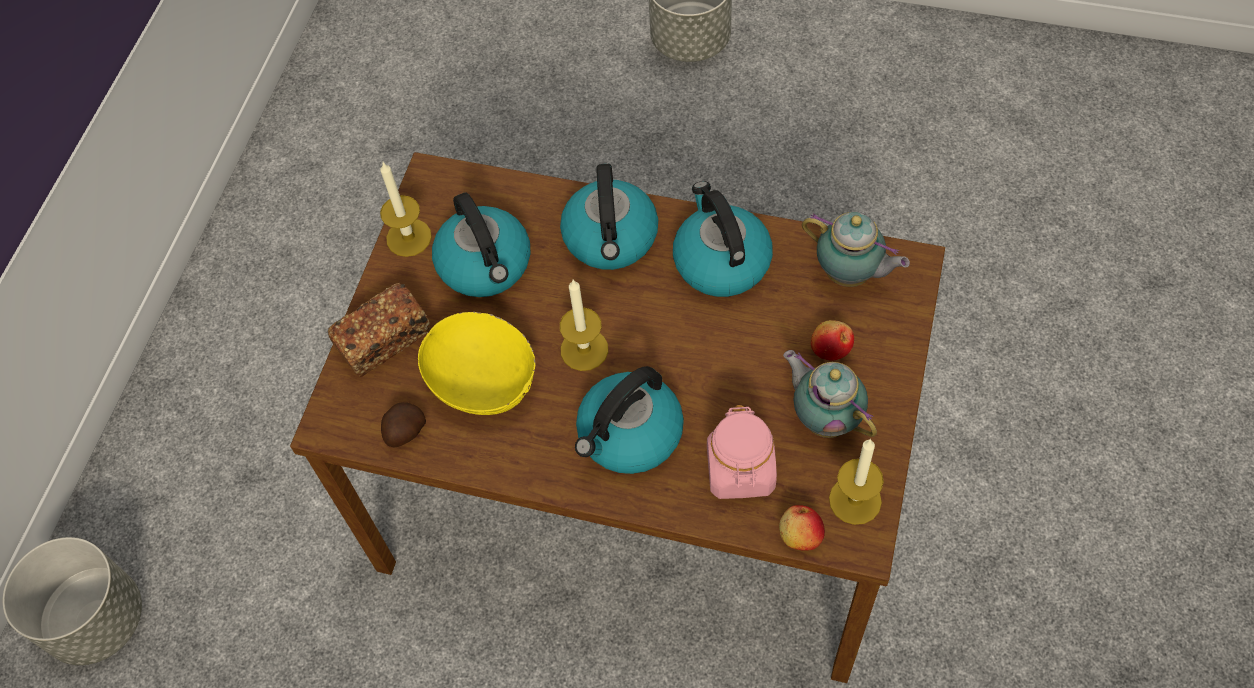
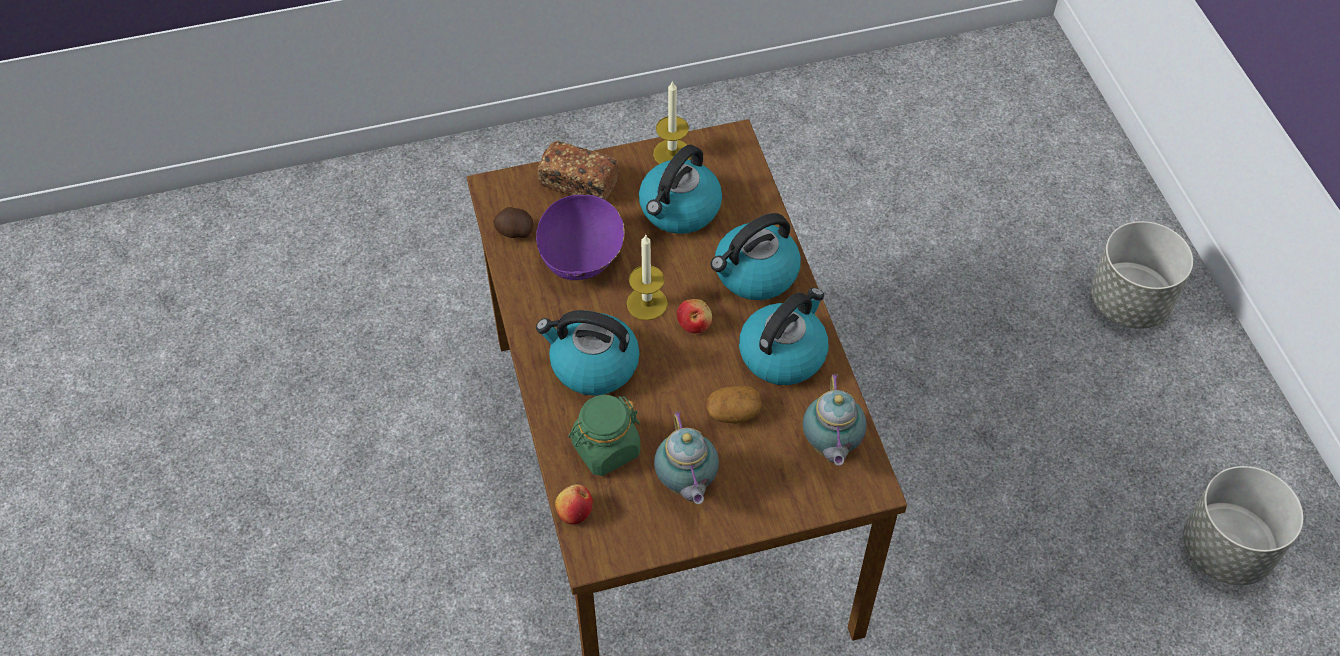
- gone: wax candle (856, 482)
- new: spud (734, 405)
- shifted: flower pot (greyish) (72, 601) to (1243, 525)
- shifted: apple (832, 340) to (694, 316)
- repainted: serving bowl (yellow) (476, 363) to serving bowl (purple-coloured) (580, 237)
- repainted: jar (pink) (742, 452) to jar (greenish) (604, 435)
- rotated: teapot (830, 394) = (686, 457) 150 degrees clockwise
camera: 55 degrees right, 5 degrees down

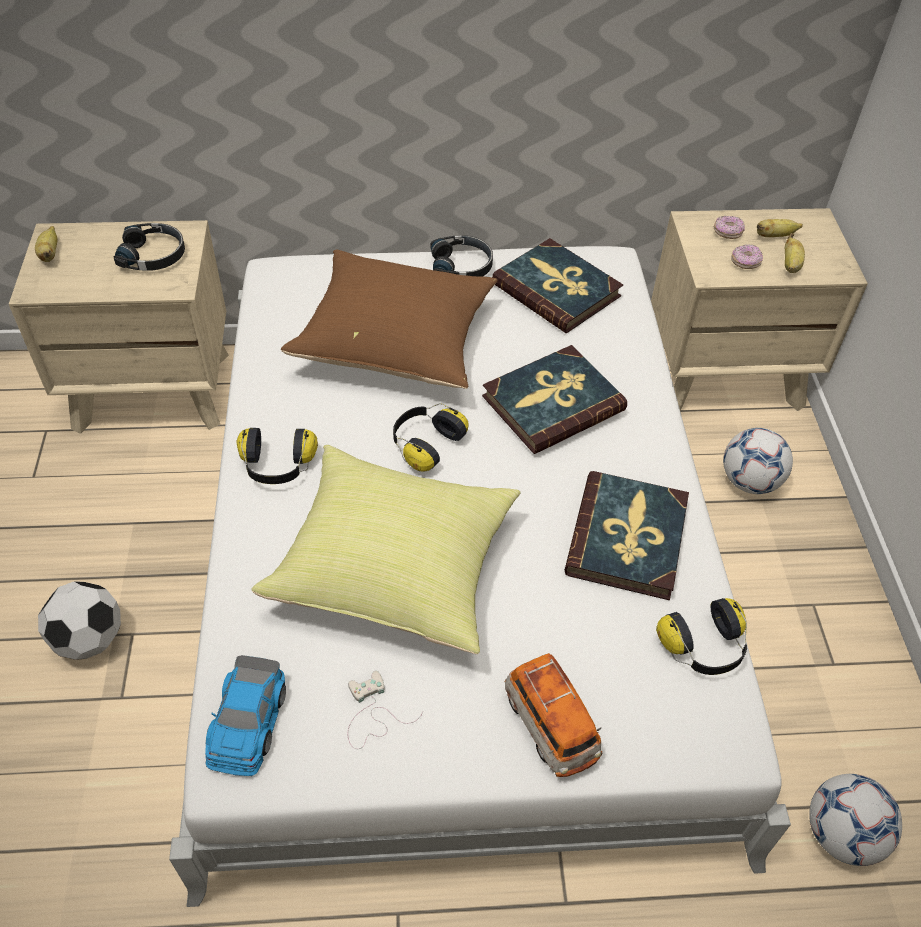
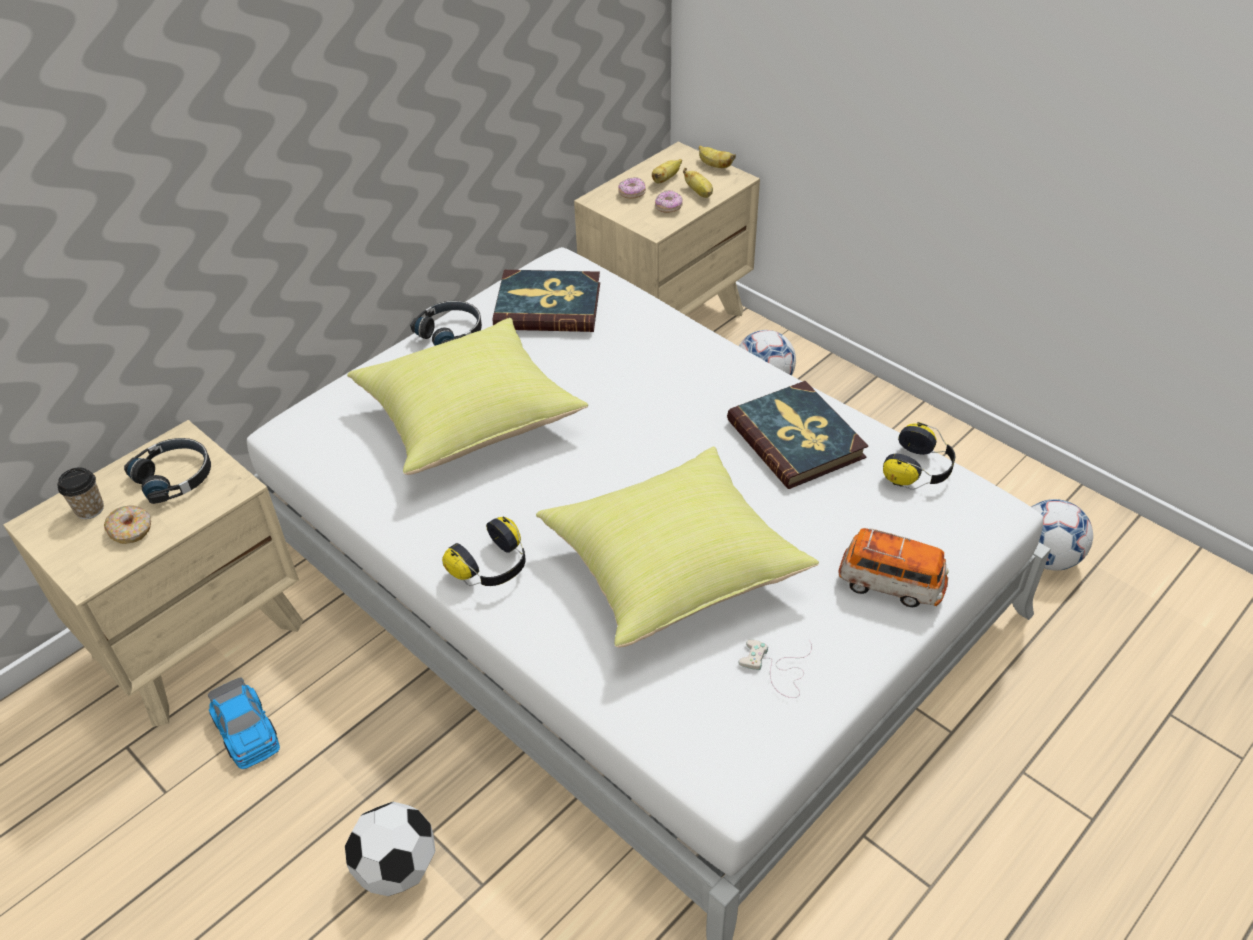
- gone: pair of headphones (430, 437)
- gone: bound book (554, 399)
- new: small cup (80, 493)
- new: doughnut (127, 524)
- shifted: banana (46, 244) to (717, 156)
- shifted: miniature car (245, 715) to (244, 723)
- repainted: pillow (brownish) (389, 319) to pillow (yellow) (467, 396)
camera: 40 degrees left, 5 degrees down

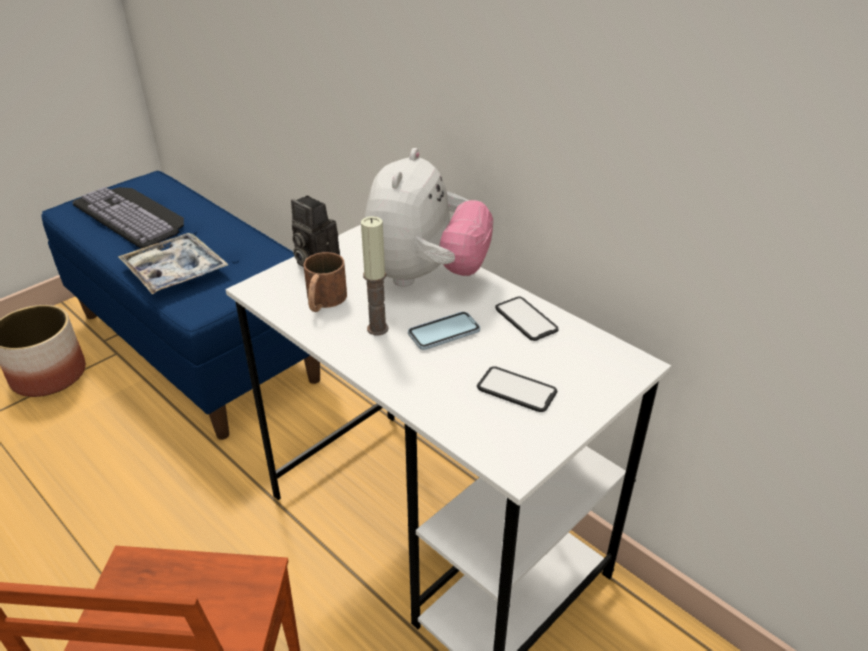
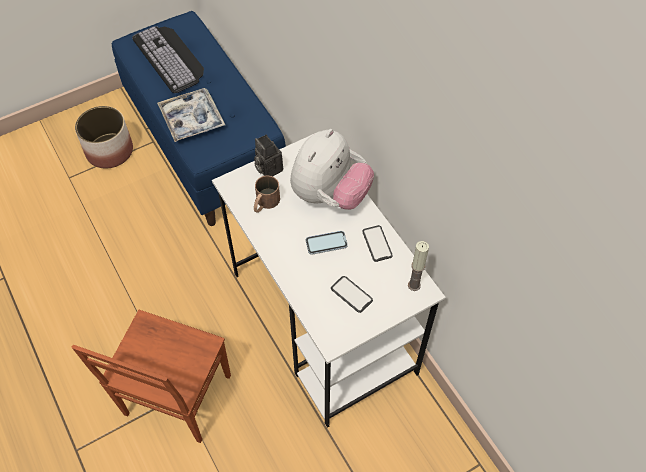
- shifted: wax candle (375, 275) to (418, 266)
camera: 15 degrees right, 20 degrees up

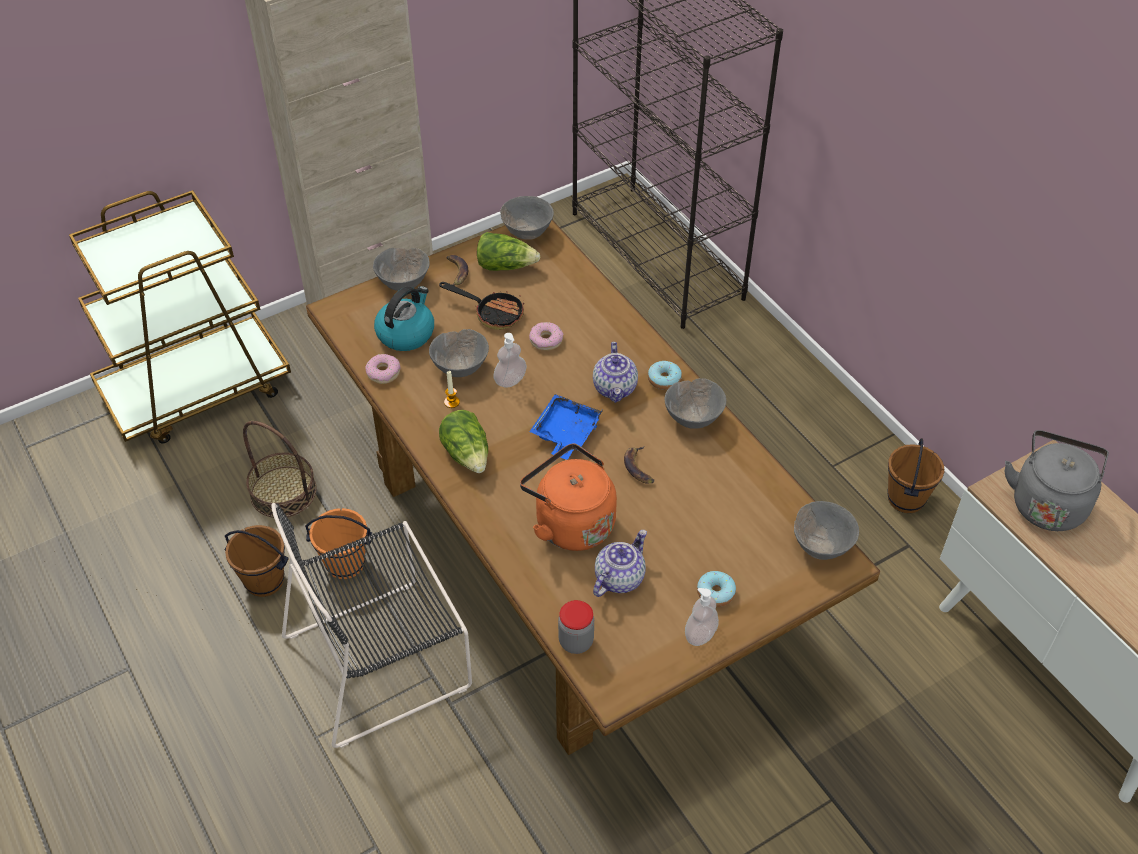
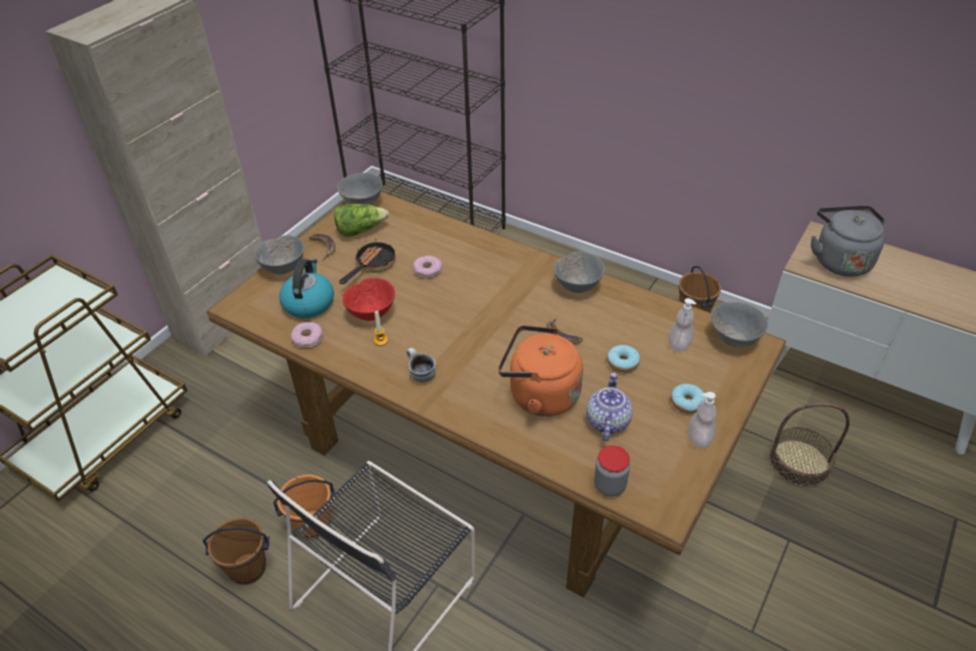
- gone: carrying tray (blue) (566, 427)
- gone: teapot (615, 372)
- shifted: household basket (280, 469) to (809, 445)
- shifted: soap dispenser (510, 360) to (682, 325)
- shifted: doughnut (665, 375) to (623, 359)
- swapped: lettuce (463, 441) to mug (421, 365)
- repainted: serving bowl (greyish) (459, 353) to serving bowl (red) (368, 299)
- rotated: pan (481, 306) = (367, 261) 60 degrees counterclockwise
camera: 25 degrees left, 5 degrees down

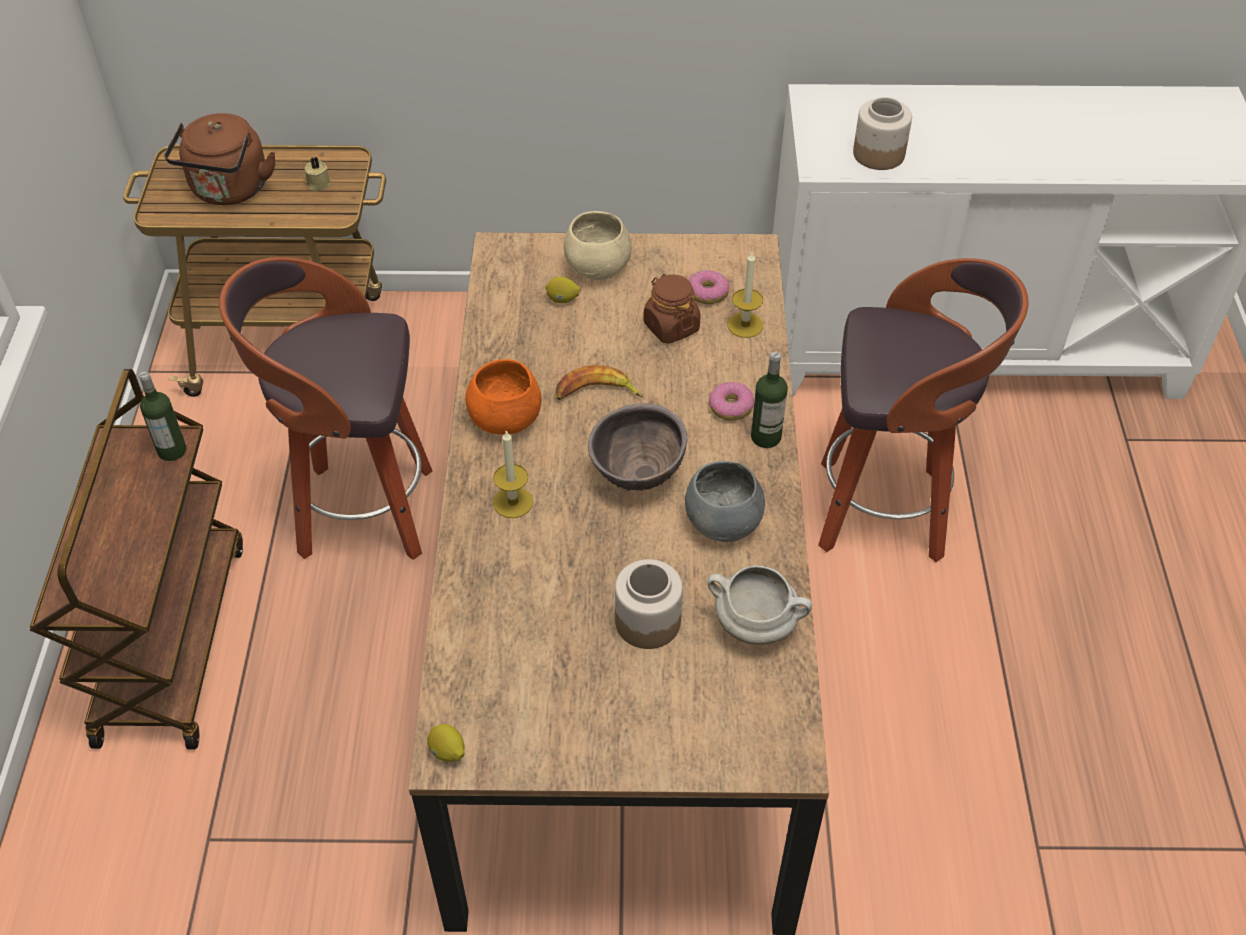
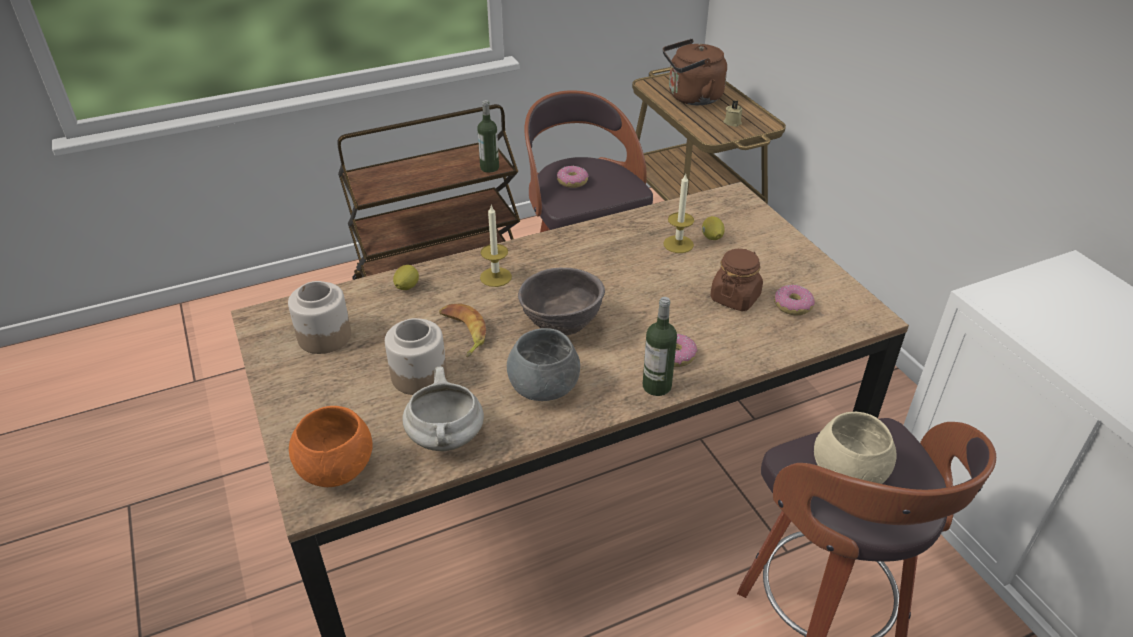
- new: doughnut (573, 177)
- shifted: citrus fruit (446, 743) to (406, 277)
- shifted: serving bowl (orange) (503, 397) to (331, 446)
- shifted: banana (599, 382) to (462, 330)
- shifted: serving bowl (beige) (598, 245) to (855, 448)
- shifted: wax candle (745, 295) to (678, 213)
- shifted: jar (882, 133) to (319, 317)
camera: 65 degrees right, 10 degrees down

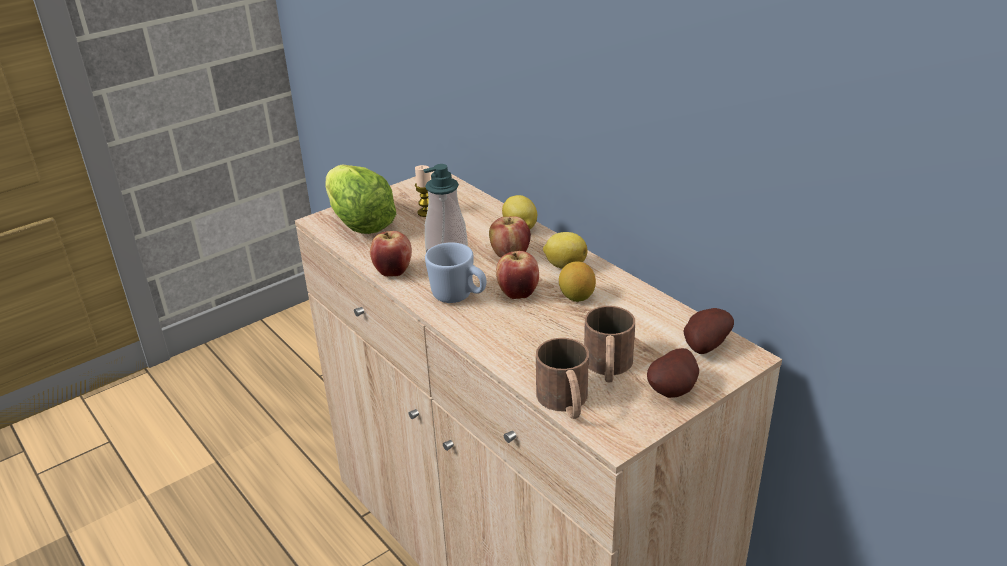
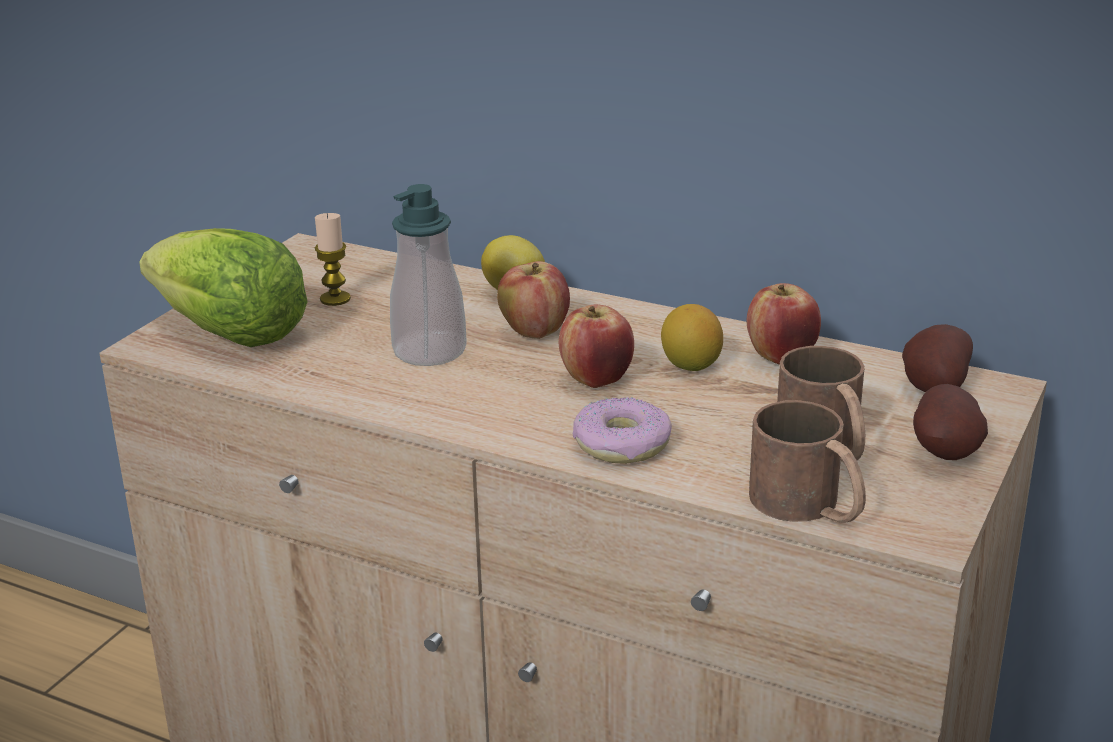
- gone: mug (blue) (455, 273)
- gone: citrus fruit (565, 250)
- new: doughnut (622, 430)
- shifted: apple (391, 254) to (783, 324)
camera: 25 degrees left, 5 degrees down

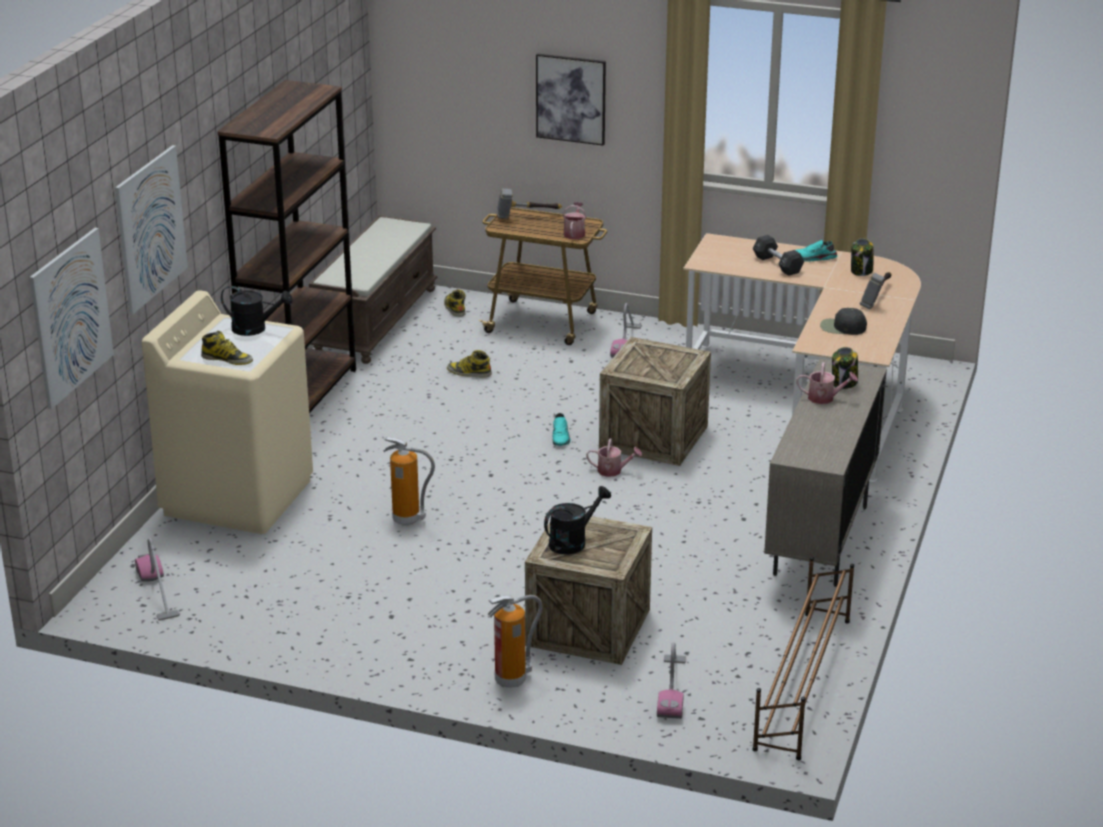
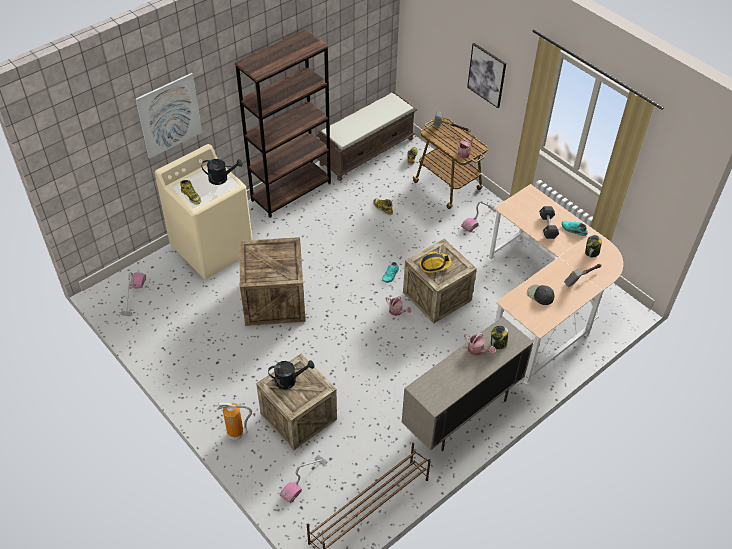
- gone: wall art (72, 318)
- new: safety helmet (436, 262)
- swapped: fire extinguisher (409, 481) to packing crate (272, 281)
- rotated: watering can (blackish) (257, 311) = (222, 172) 45 degrees counterclockwise
camera: 30 degrees right, 20 degrees up

